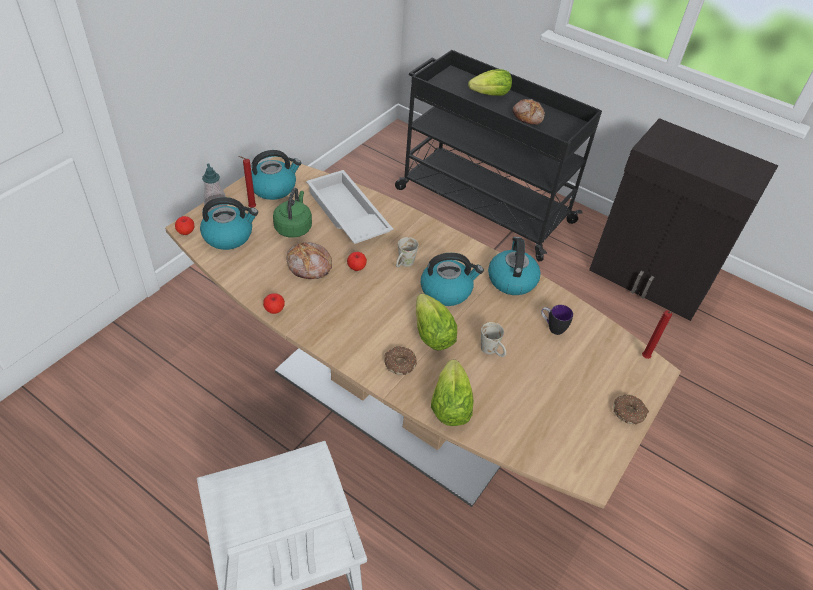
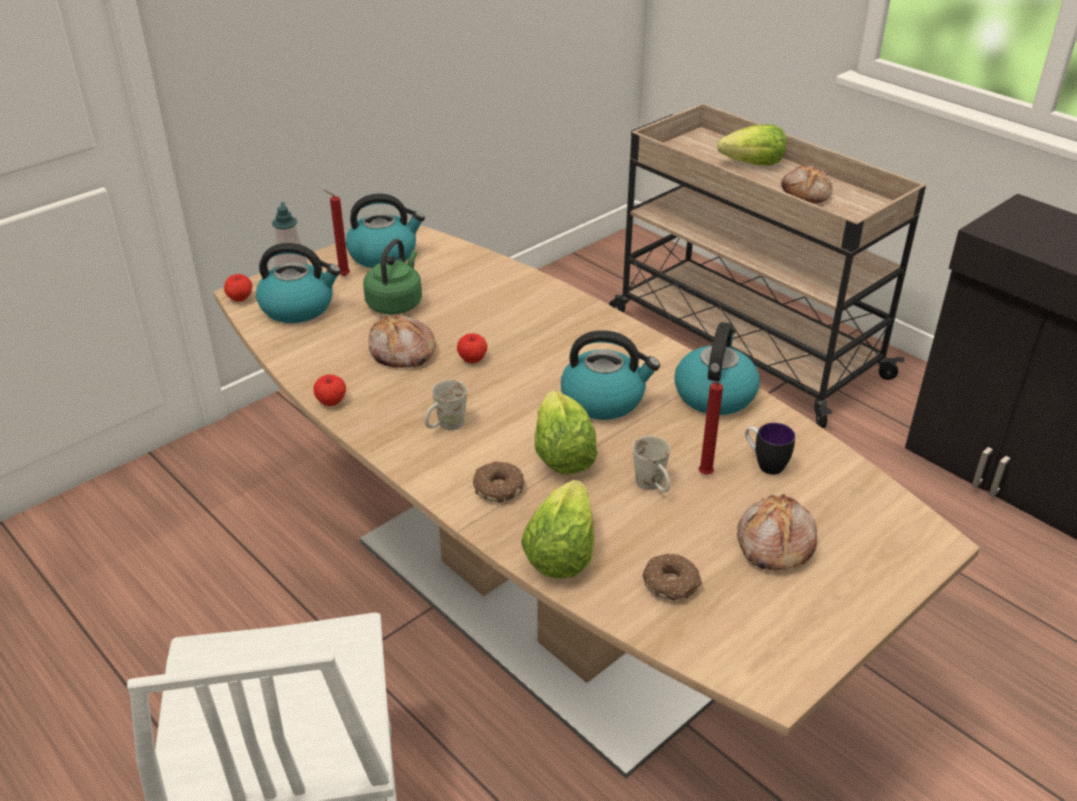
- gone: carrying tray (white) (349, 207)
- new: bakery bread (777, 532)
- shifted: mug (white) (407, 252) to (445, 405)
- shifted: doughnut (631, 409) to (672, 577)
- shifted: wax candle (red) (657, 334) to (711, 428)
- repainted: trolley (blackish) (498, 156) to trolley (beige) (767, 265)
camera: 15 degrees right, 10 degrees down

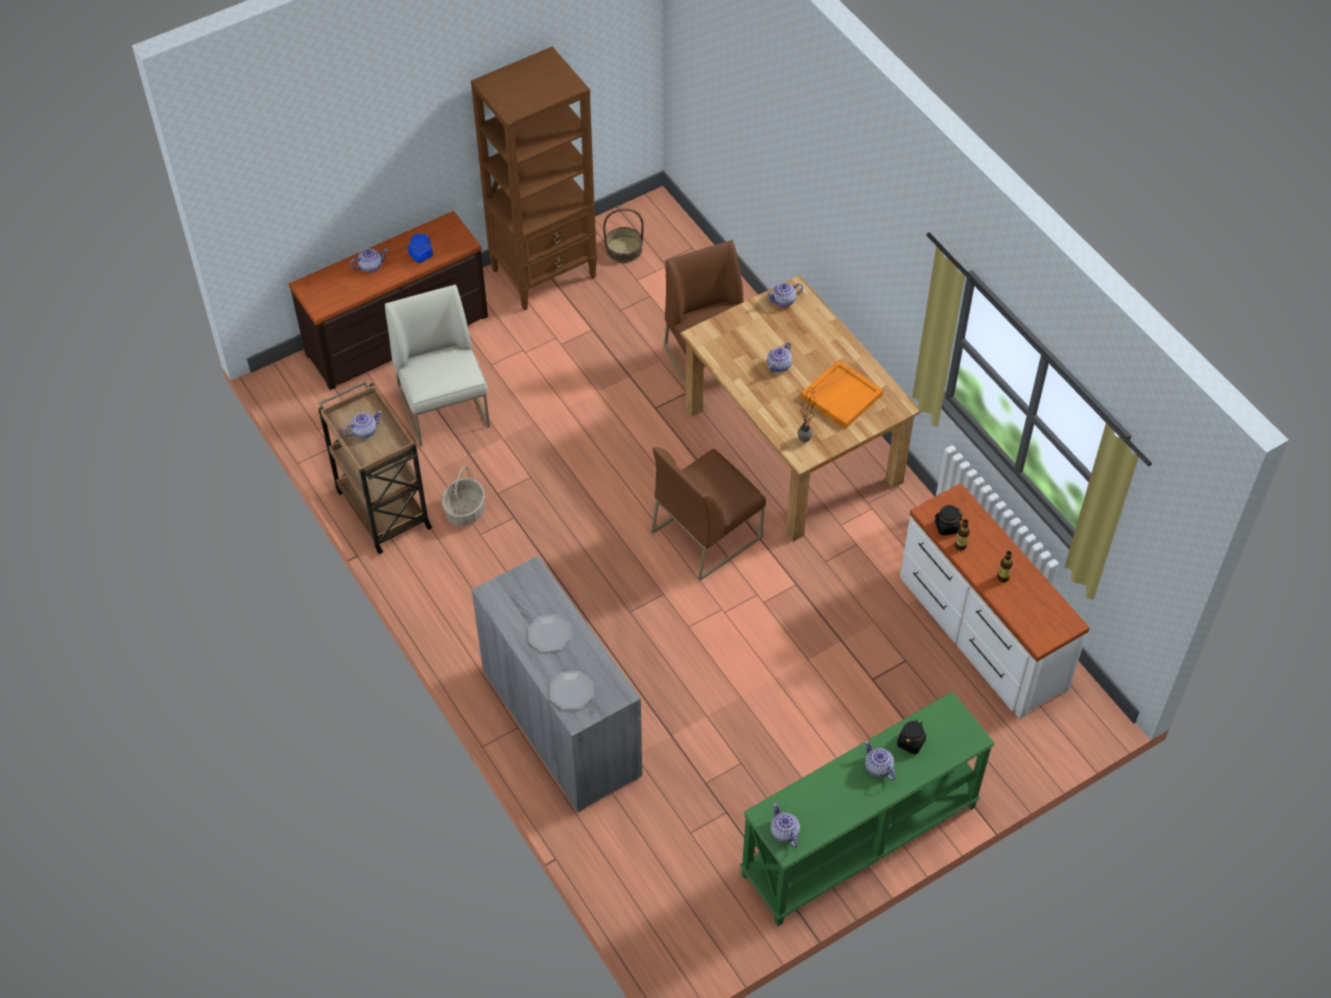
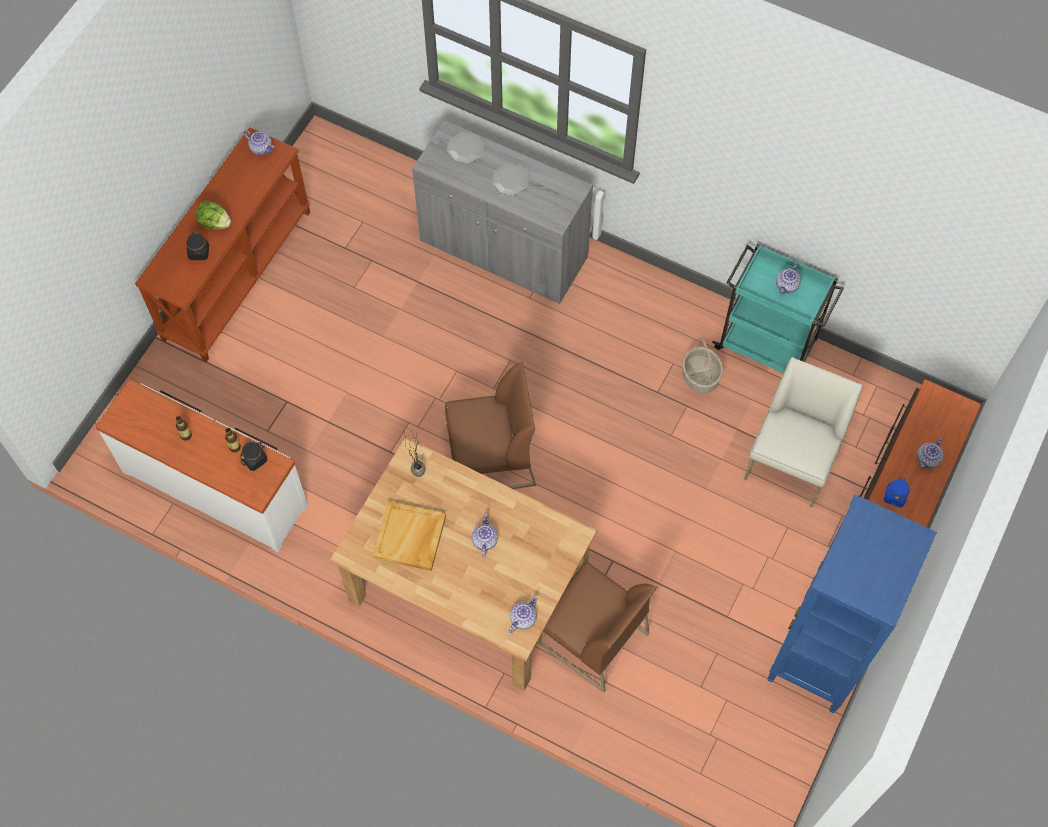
- gone: household basket (623, 236)
- swapped: teapot (880, 760) to lettuce (213, 215)
- repainted: trolley (brownish) (375, 467) to trolley (blue-green) (778, 308)
- repainted: shelving unit (brownish) (534, 179) to shelving unit (blue) (852, 603)
- repainted: hall table (greenish) (867, 808) to hall table (brownish) (222, 244)
- repainted: carrying tray (orange) (842, 394) to carrying tray (beige) (409, 536)
- rotated: upright chair (white) (437, 365) = (803, 432) 105 degrees counterclockwise
- rotated: upright chair (brownish) (708, 514) = (490, 425) 60 degrees clockwise
camera: 150 degrees right, 10 degrees up

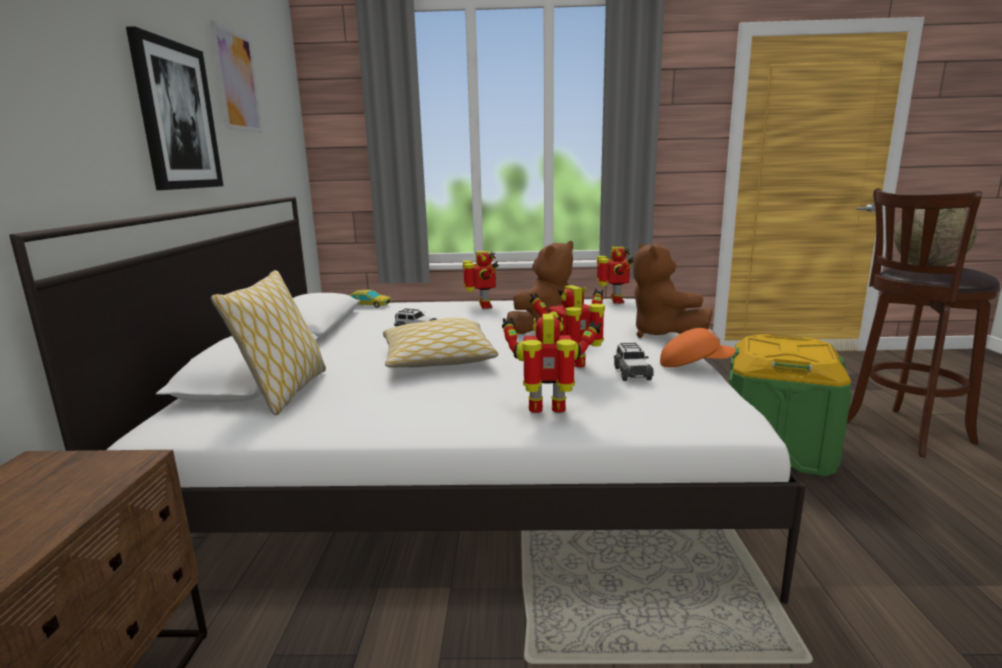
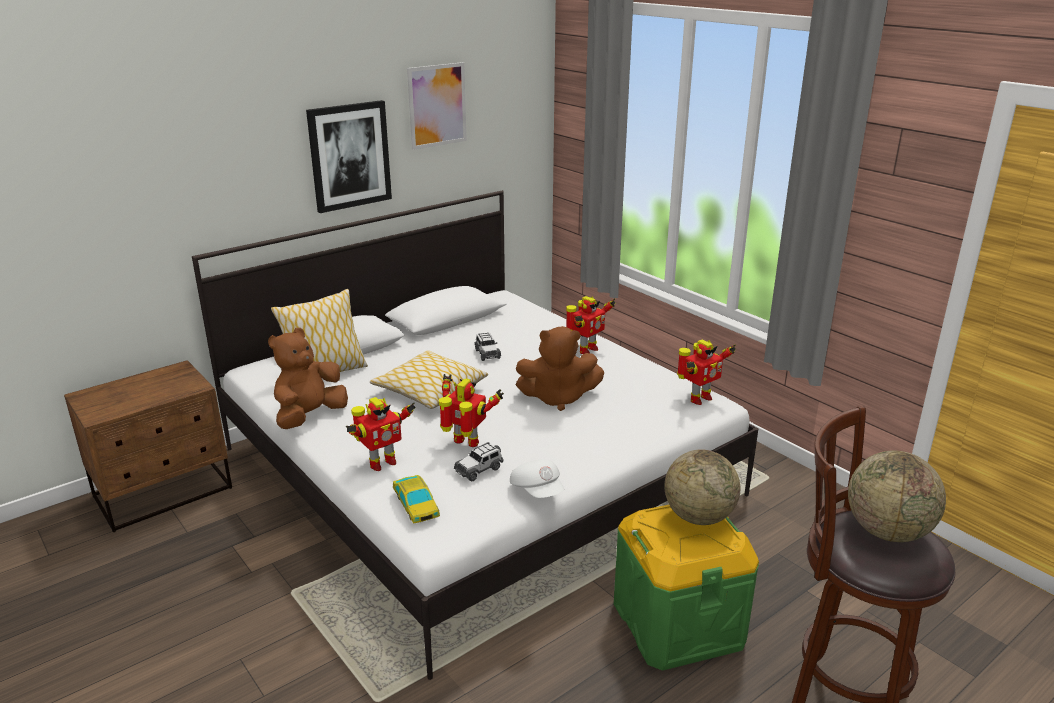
- new: globe (702, 487)
- shifted: miniature car (370, 299) to (416, 499)
- shifted: plush toy (brownish) (673, 290) to (308, 378)
- repainted: cap (orange) (698, 347) to cap (white) (537, 478)
- rotated: model robot (552, 363) = (381, 434) 90 degrees clockwise
camera: 50 degrees right, 10 degrees up

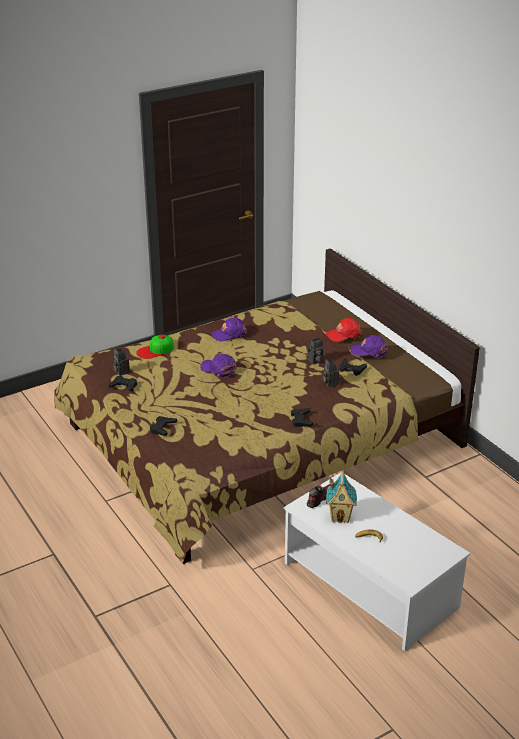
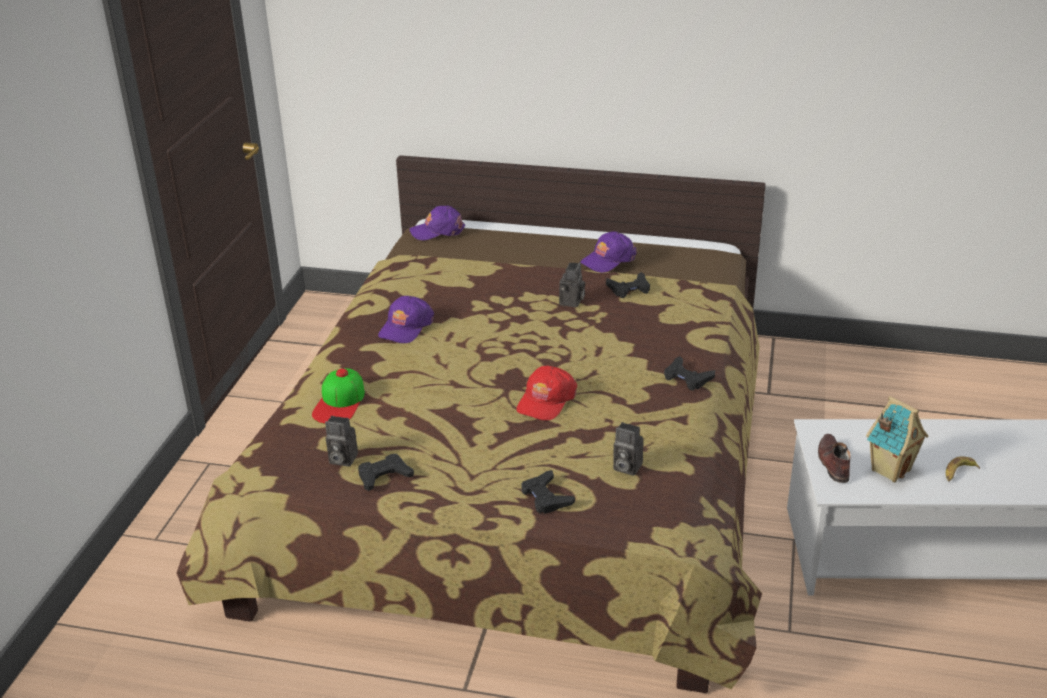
- shifted: cap (purple-coloured) (218, 365) to (437, 223)
- shifted: still camera (331, 373) to (628, 449)
- shifted: cap (red) (344, 330) to (546, 393)
camera: 45 degrees left, 0 degrees up

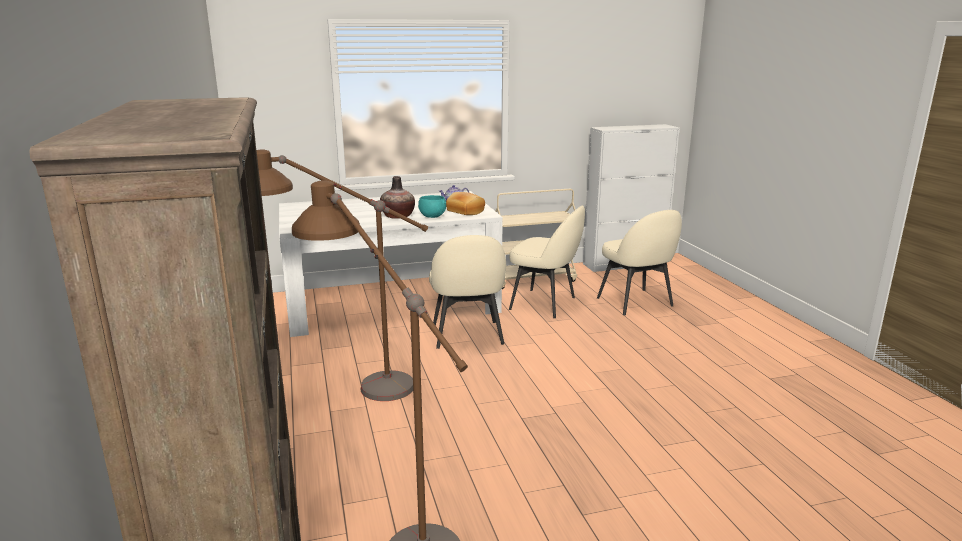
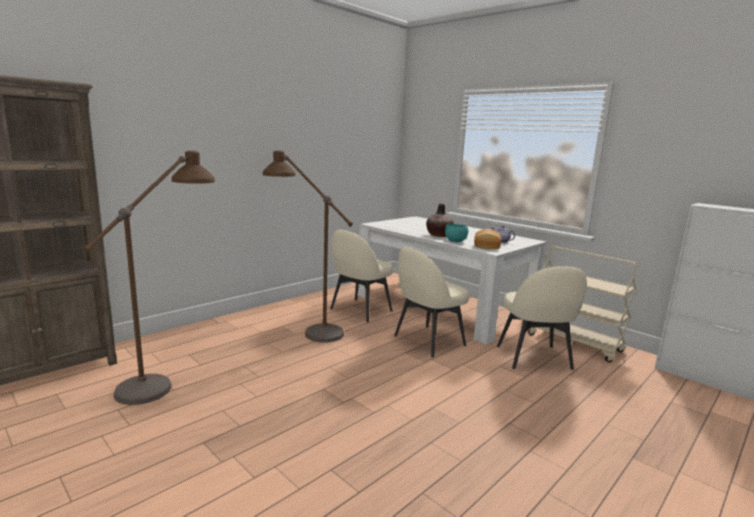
- shifted: upright chair (beige) (639, 262) to (361, 276)
camera: 60 degrees right, 5 degrees down

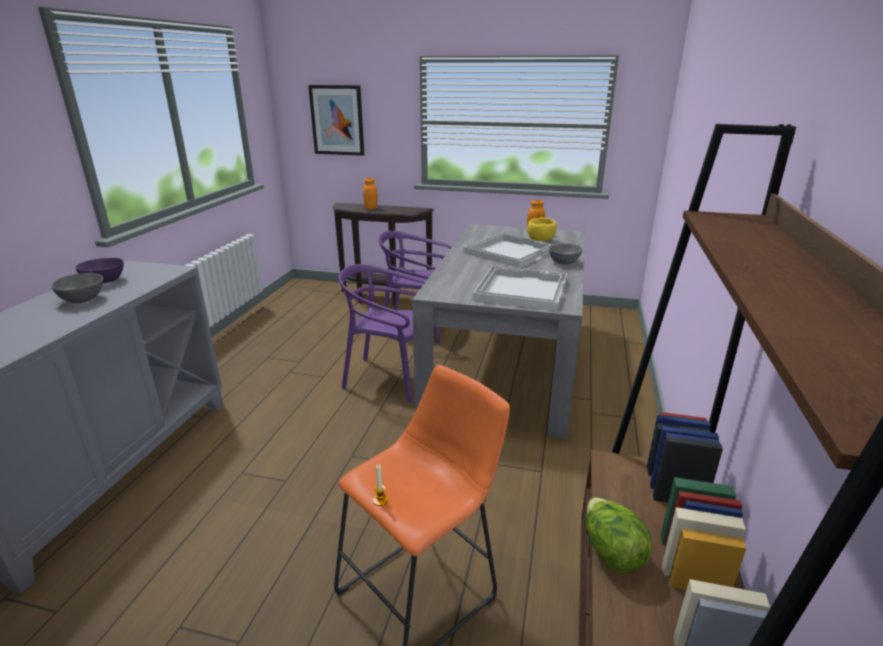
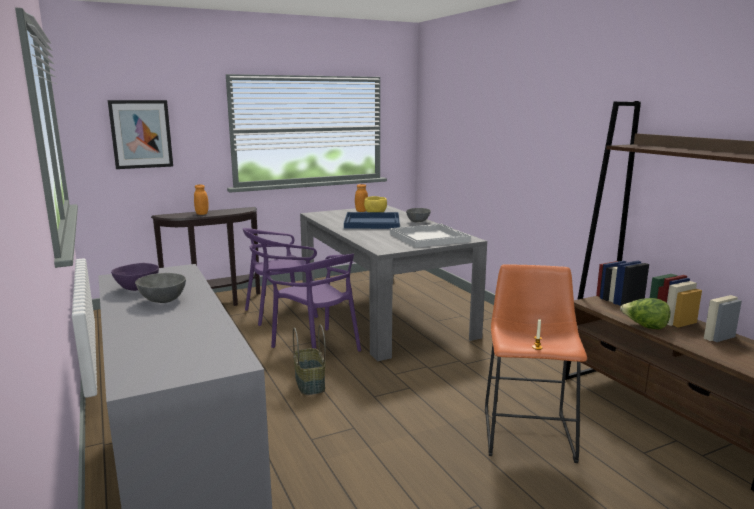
- new: household basket (309, 359)
- repainted: carrying tray (white) (509, 250) to carrying tray (blue) (372, 220)
- rotated: upright chair (purple-coloured) (382, 333) = (313, 303) 105 degrees counterclockwise
camera: 40 degrees left, 10 degrees down

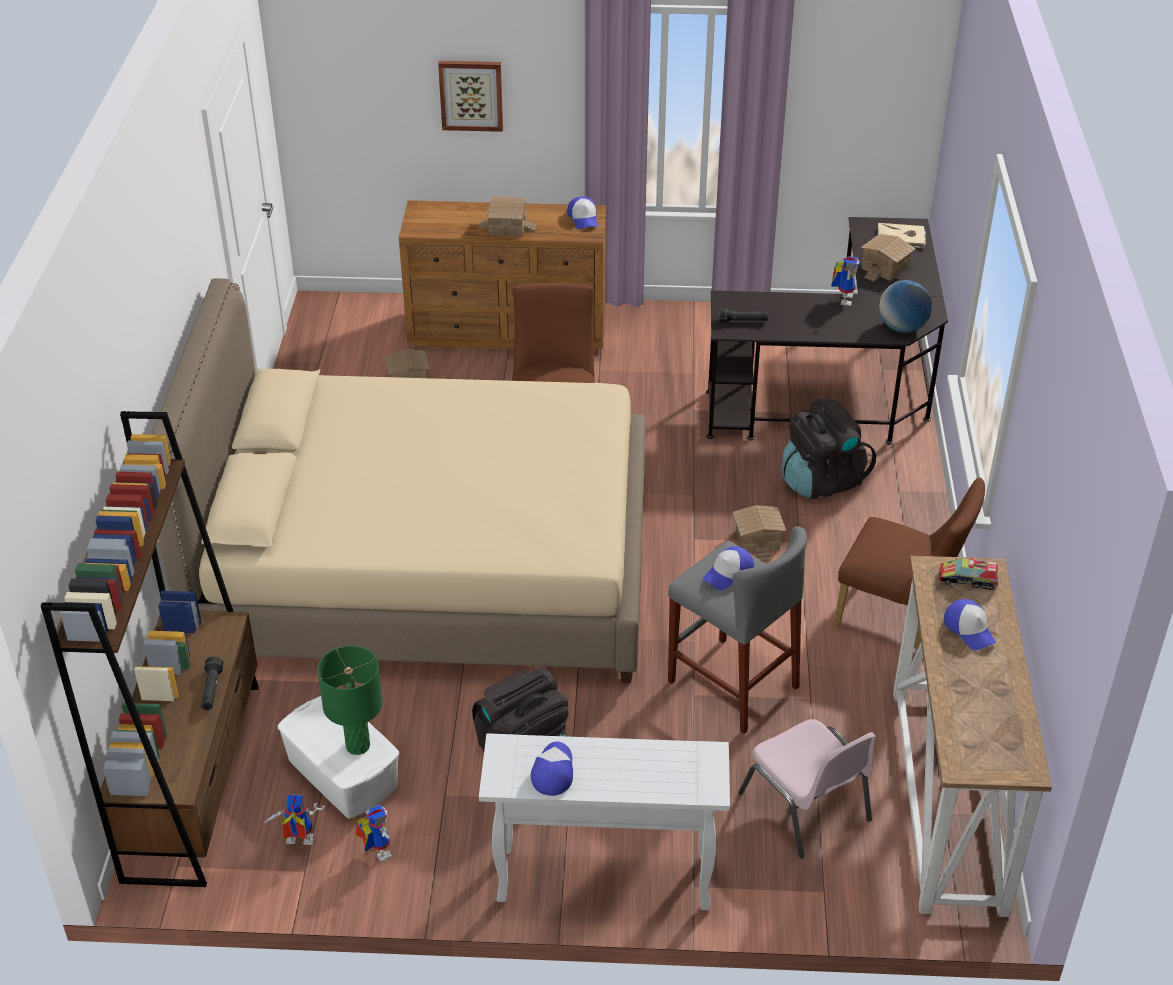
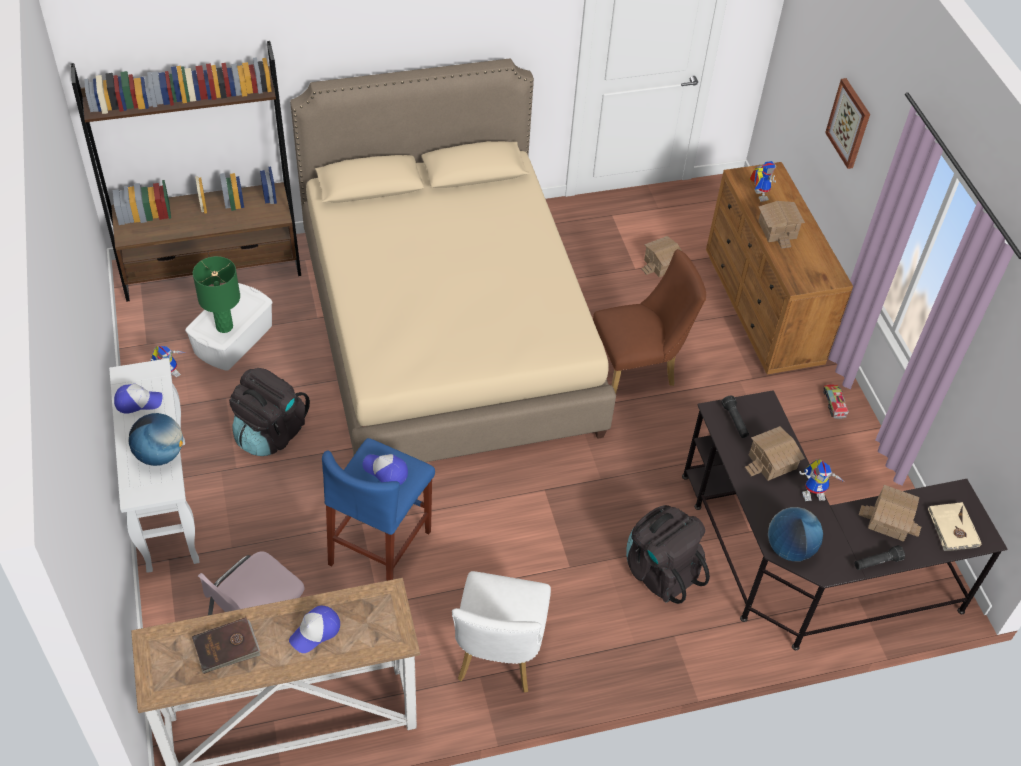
- gone: cap (582, 213)
- new: globe (155, 439)
- new: bound book (brownish) (226, 645)
- shifted: hand torch (blackish) (212, 683) to (880, 557)
- shifted: model robot (294, 819) to (762, 181)
- shifted: miniature house (759, 533) to (775, 453)
- shifted: toy lorry (968, 574) to (836, 401)
- repainted: stool seat (greyish) (737, 630) to stool seat (blue) (378, 509)
- repainted: upright chair (brownish) (909, 563) to upright chair (white) (501, 632)
camera: 70 degrees right, 10 degrees up

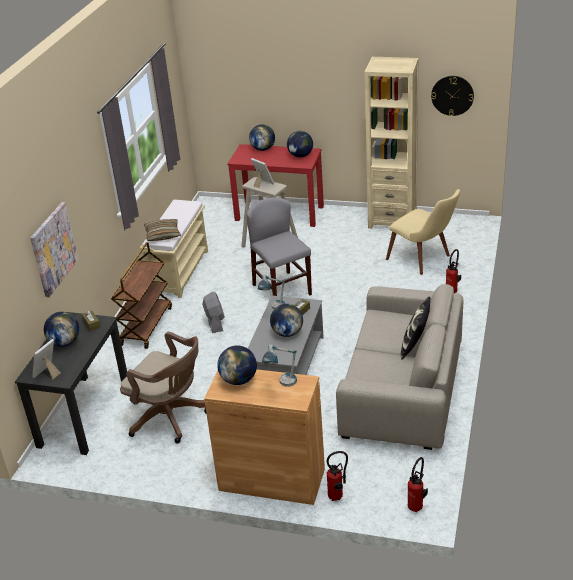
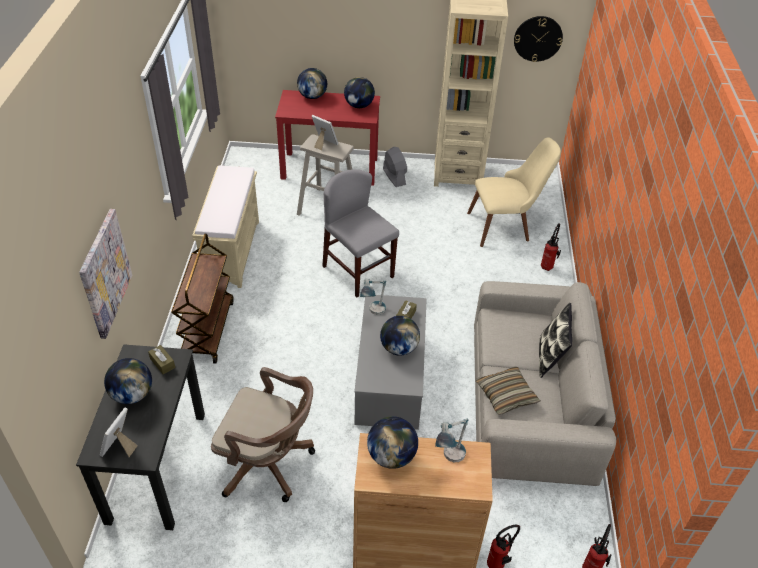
- shifted: pillow (162, 230) to (508, 390)
- shifted: electric fan (greyish) (213, 312) to (395, 167)
- rotated: upright chair (beige) (423, 232) = (514, 192) 45 degrees counterclockwise
camera: 15 degrees left, 10 degrees up

